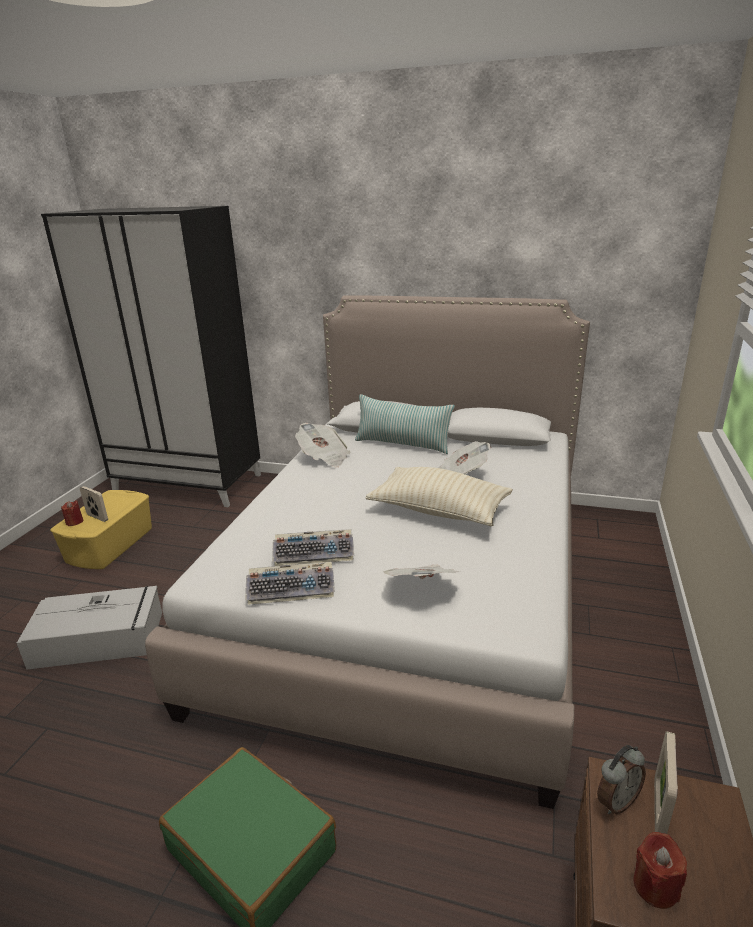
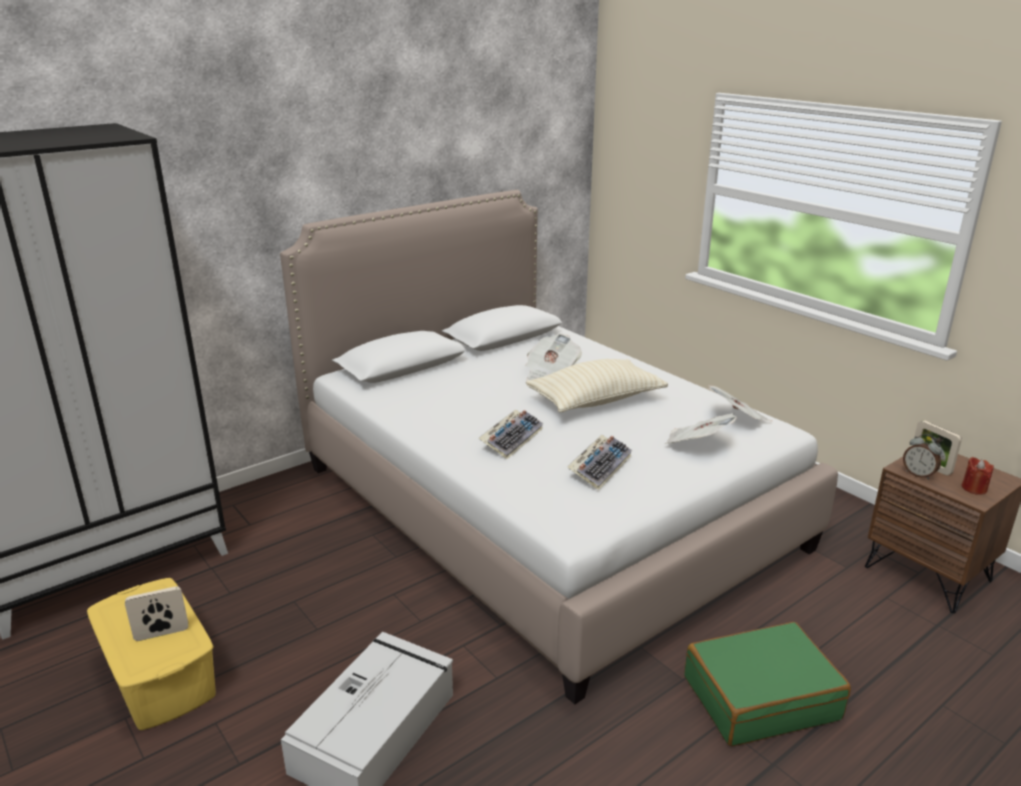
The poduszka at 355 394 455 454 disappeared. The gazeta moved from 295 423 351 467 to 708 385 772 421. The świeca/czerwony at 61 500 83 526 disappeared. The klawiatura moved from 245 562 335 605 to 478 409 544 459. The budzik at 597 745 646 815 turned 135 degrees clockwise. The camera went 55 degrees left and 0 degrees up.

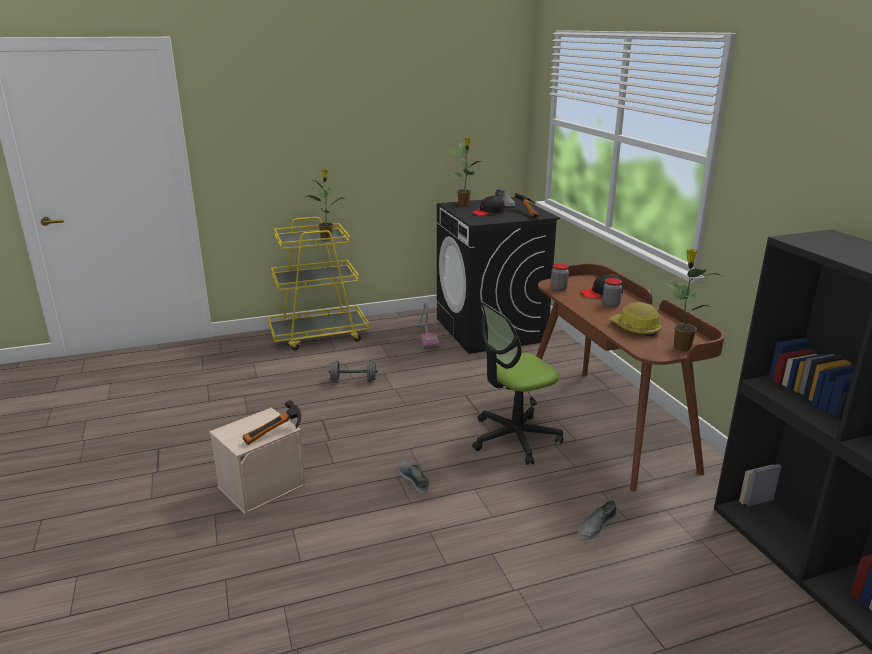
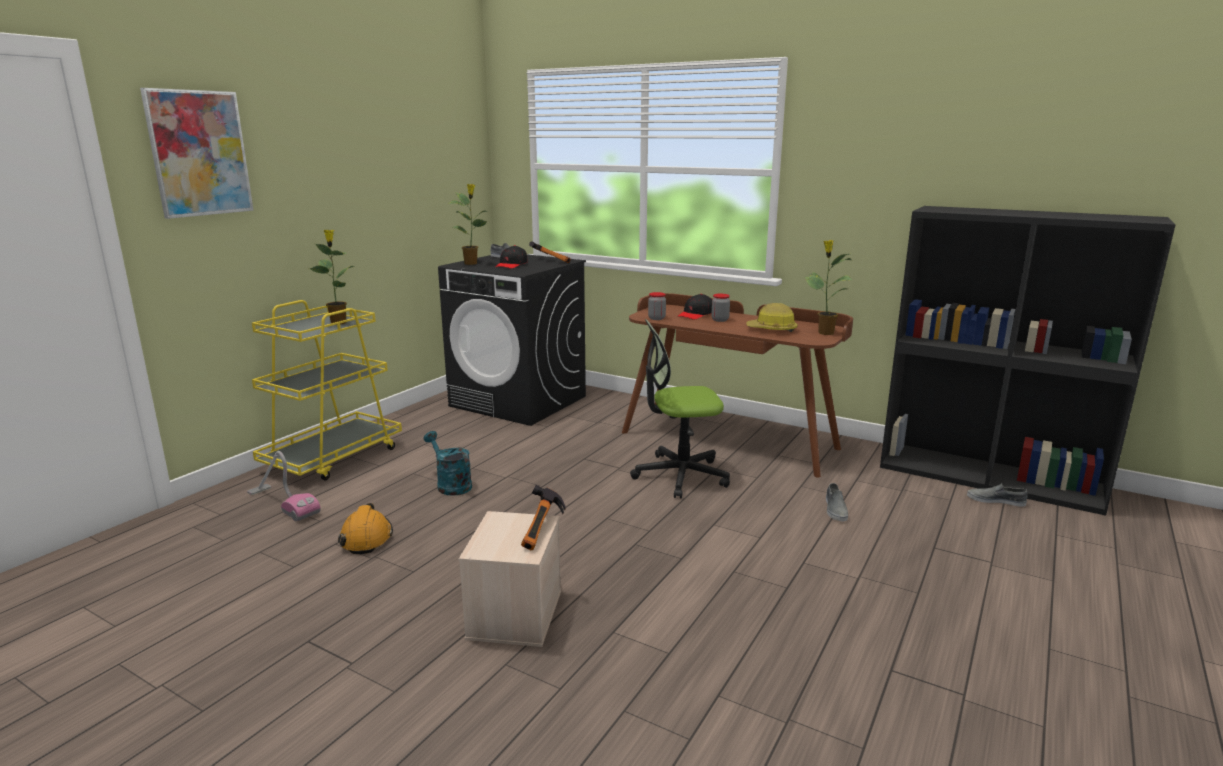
The krzesło biurowe at 472 301 563 465 turned 60 degrees clockwise. The odkurzacz moved from 413 302 439 349 to 247 451 321 522. The hantel/szary at 329 360 377 383 was replaced by the konewka/turkusowy at 424 431 472 496. The but/szary moved from 399 461 429 493 to 967 483 1027 507. The obraz at 140 88 254 219 appeared. The kask/pomarańczowy at 338 503 393 554 appeared. The camera went 40 degrees left and 5 degrees down.

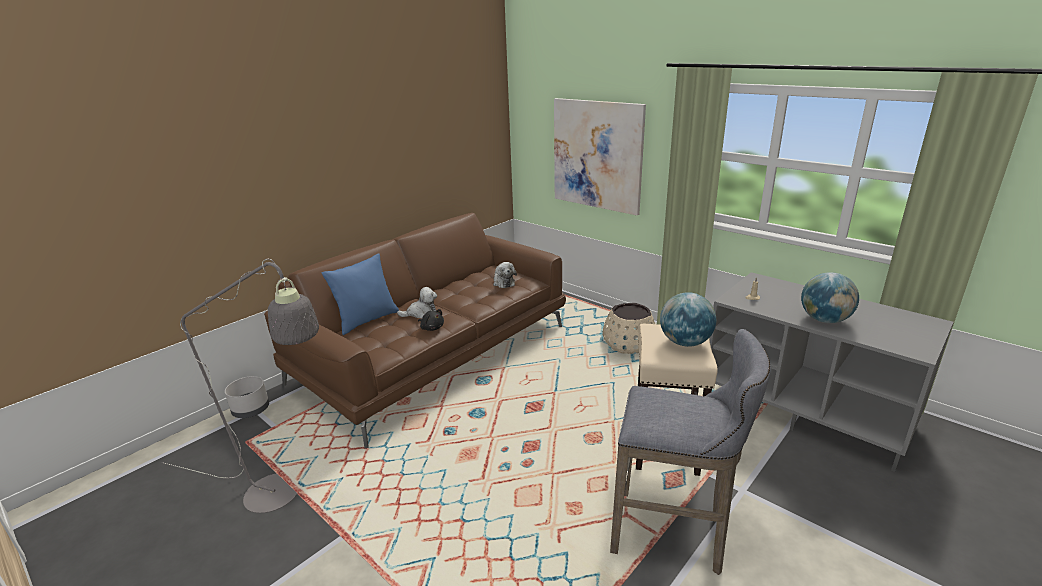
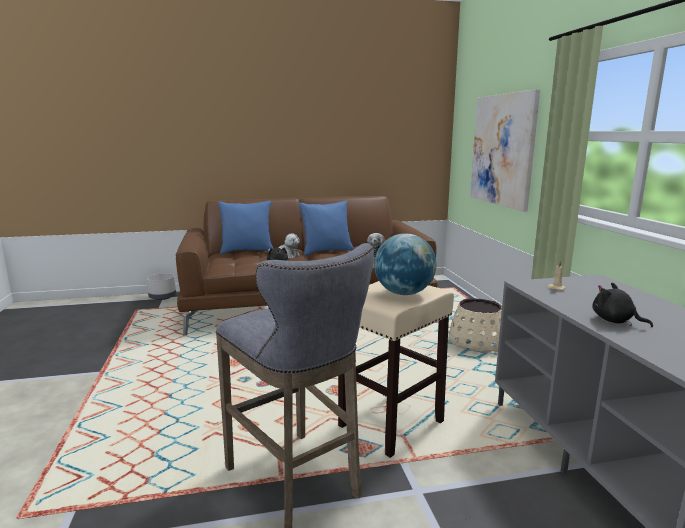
The lampa stojąca/szary at 162 259 319 513 disappeared. The globus at 801 272 859 323 was replaced by the pluszak/czarny at 592 283 653 327. The poduszka/niebieski at 299 201 354 255 appeared. The camera went 35 degrees right and 10 degrees down.

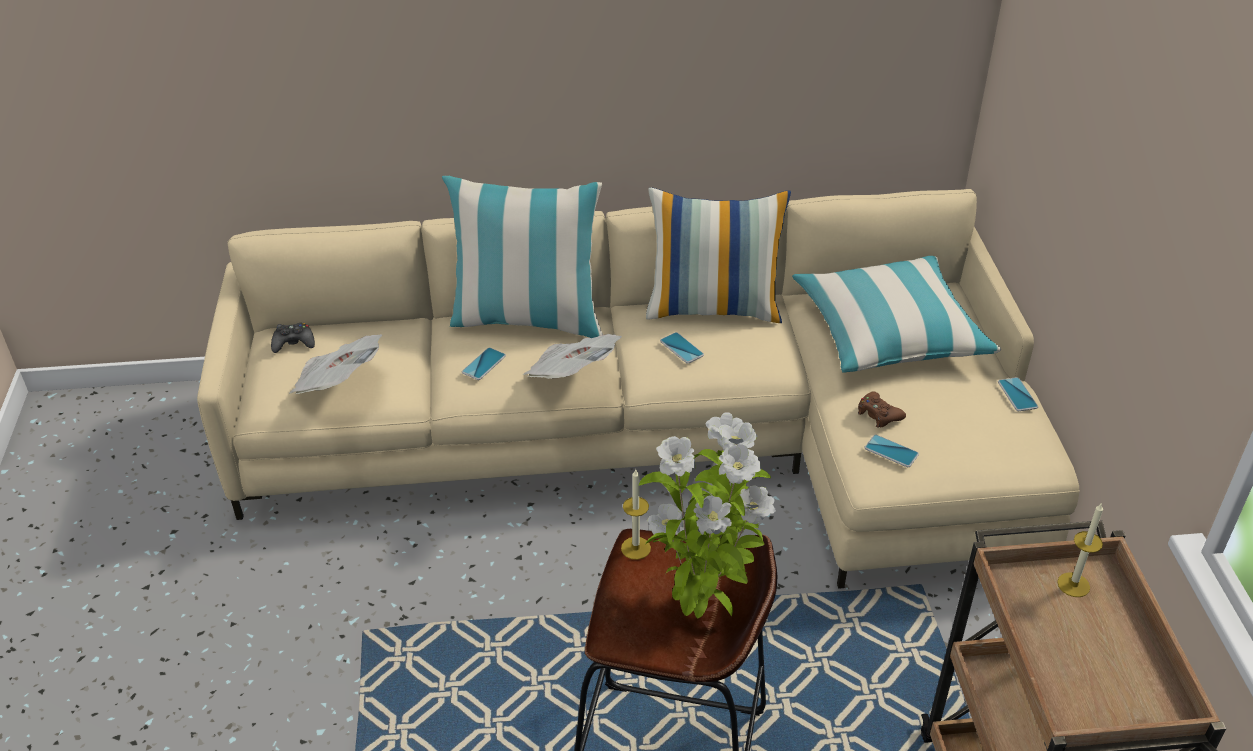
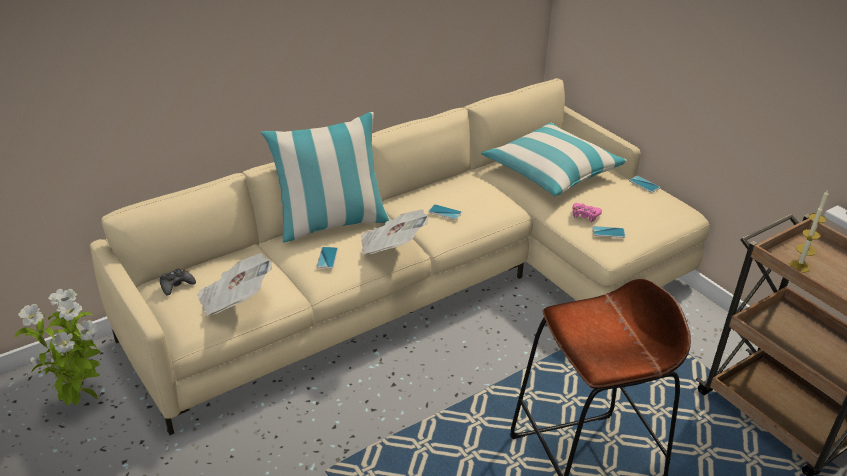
The poduszka at 646 187 791 323 disappeared. The pad do gier/brązowy at 858 391 906 428 became the pad do gier/różowy at 573 203 602 222. The roślina doniczkowa moved from 639 412 776 618 to 14 289 101 405. The świeca moved from 621 470 651 560 to 790 205 822 273. The camera went 30 degrees left and 5 degrees down.

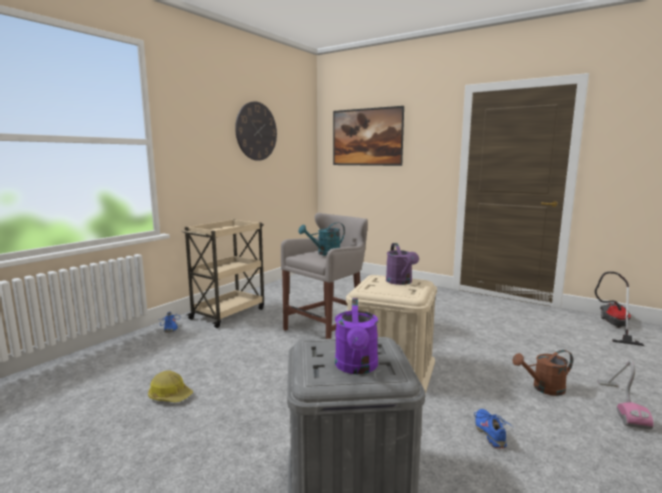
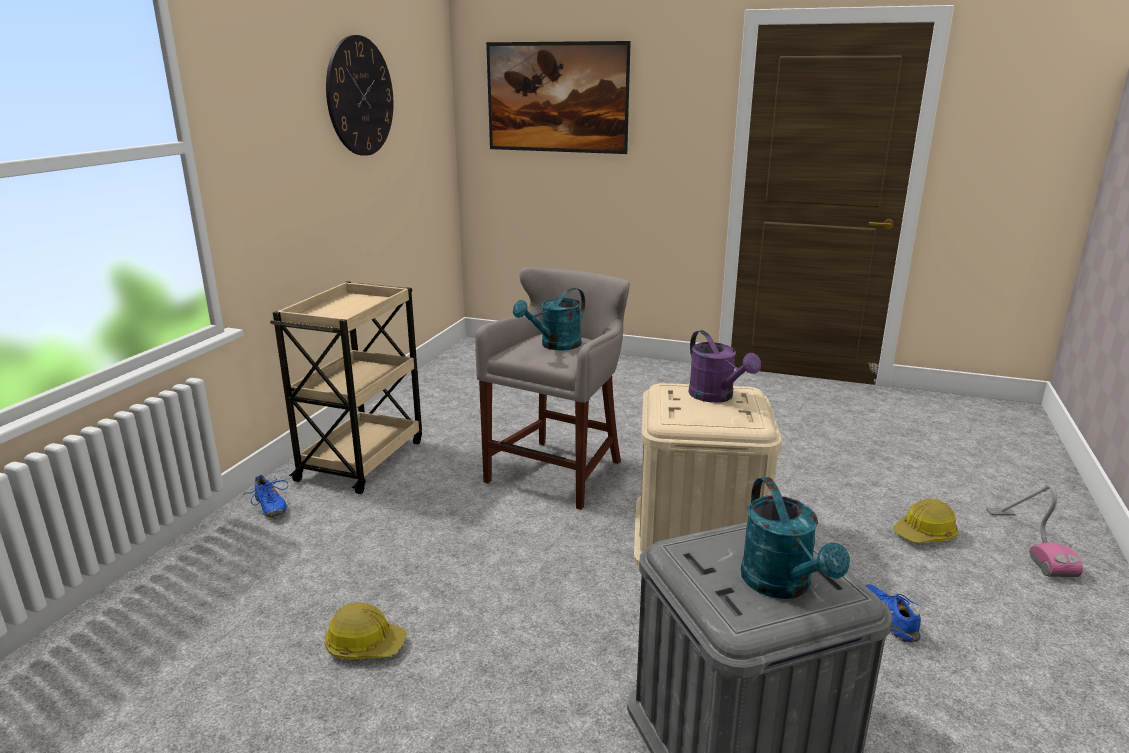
The odkurzacz at 595 272 644 346 disappeared. The konewka/fioletowy at 335 298 378 374 became the konewka/turkusowy at 741 477 850 599. The konewka/brązowy at 512 350 573 396 was replaced by the kask at 893 499 958 543. The camera went 15 degrees left and 10 degrees up.

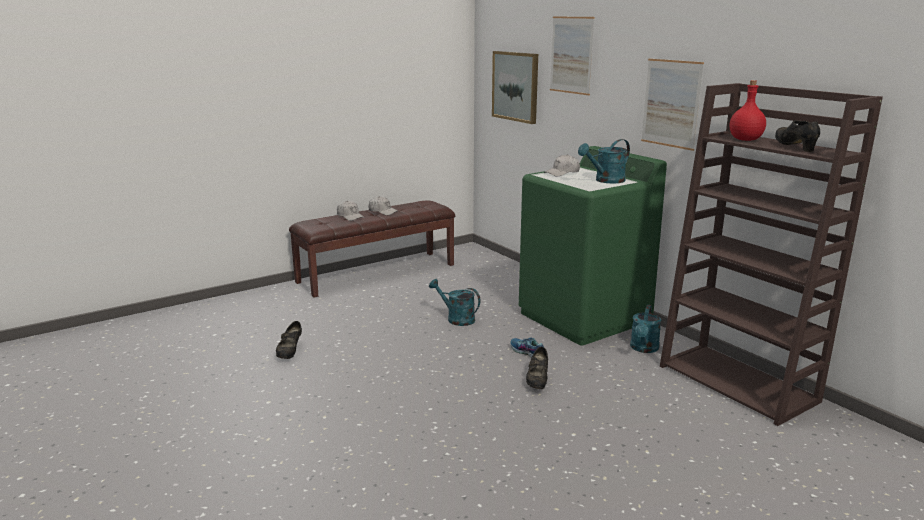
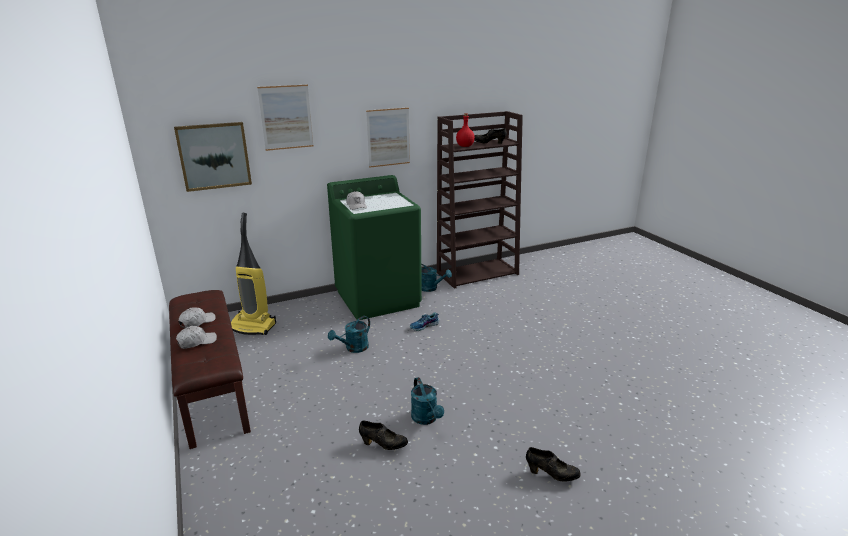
The konewka/turkusowy moved from 578 139 630 183 to 411 377 444 425. The but/czarny moved from 526 347 548 389 to 526 447 581 481. The odkurzacz at 231 213 276 335 appeared. The camera went 80 degrees left and 5 degrees up.

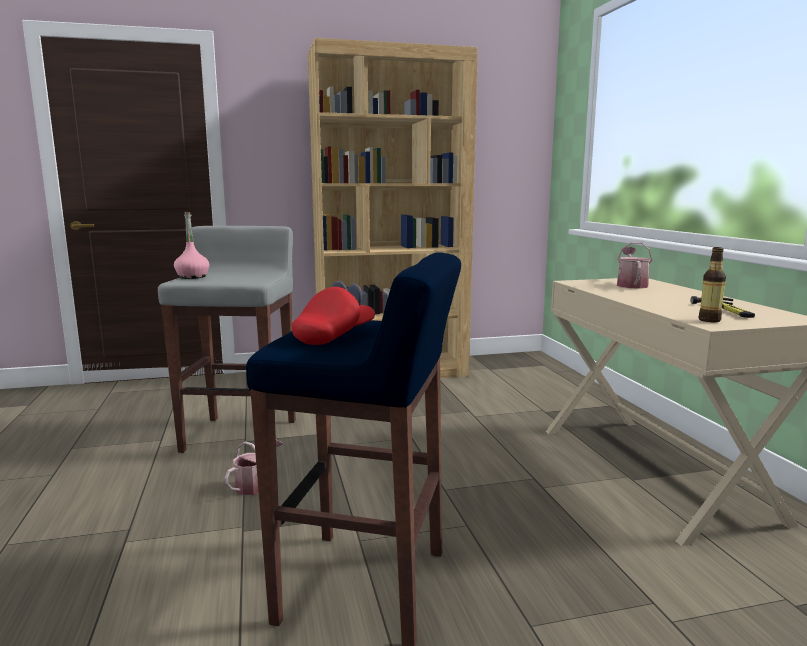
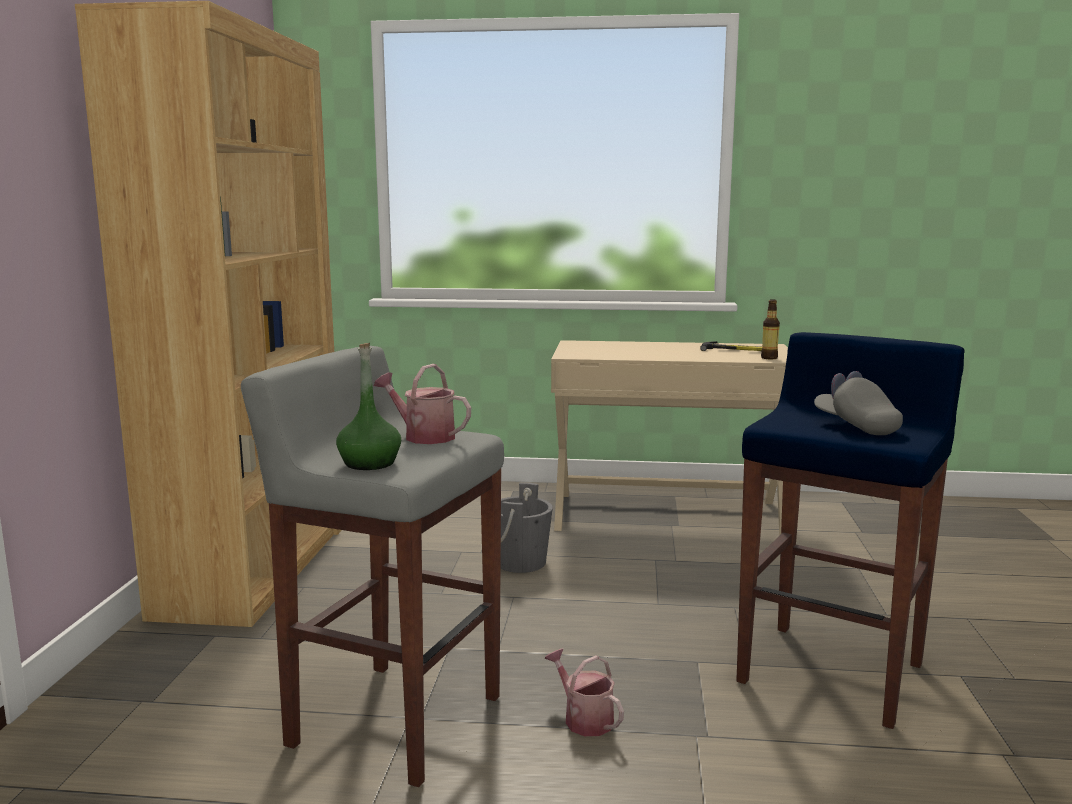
The butelka/różowy at 174 212 209 279 became the butelka/zielony at 336 343 401 470. The konewka moved from 617 242 653 289 to 373 364 471 444. The czapka z daszkiem/czerwony at 292 281 375 345 became the czapka z daszkiem/szary at 814 371 903 435. The wiadro/szary at 501 482 553 573 appeared. The camera went 70 degrees left and 0 degrees up.

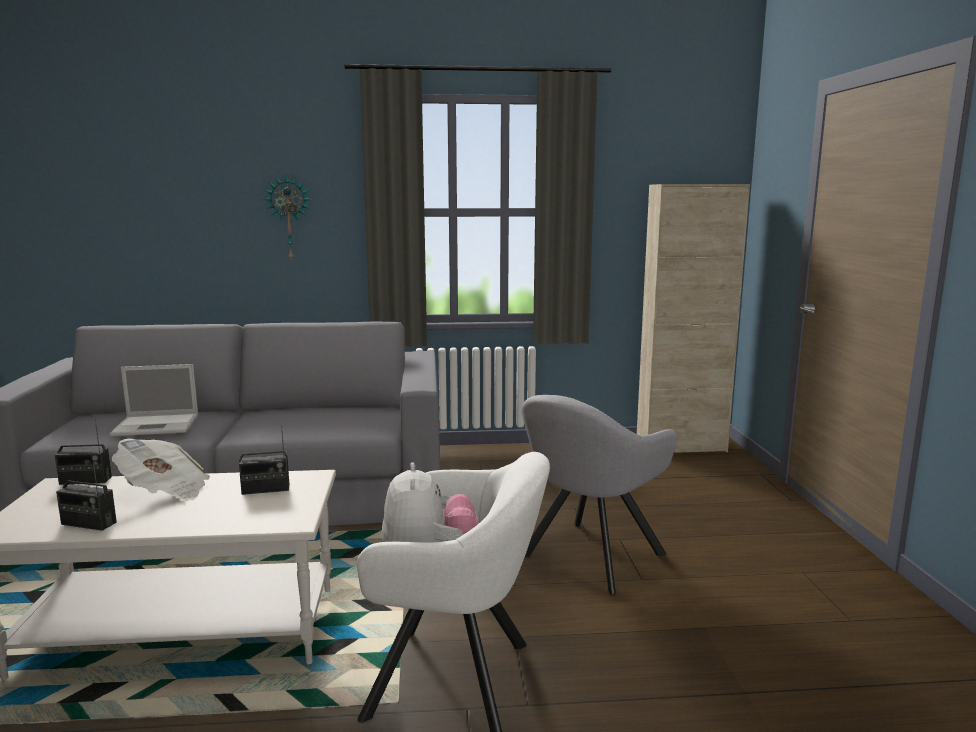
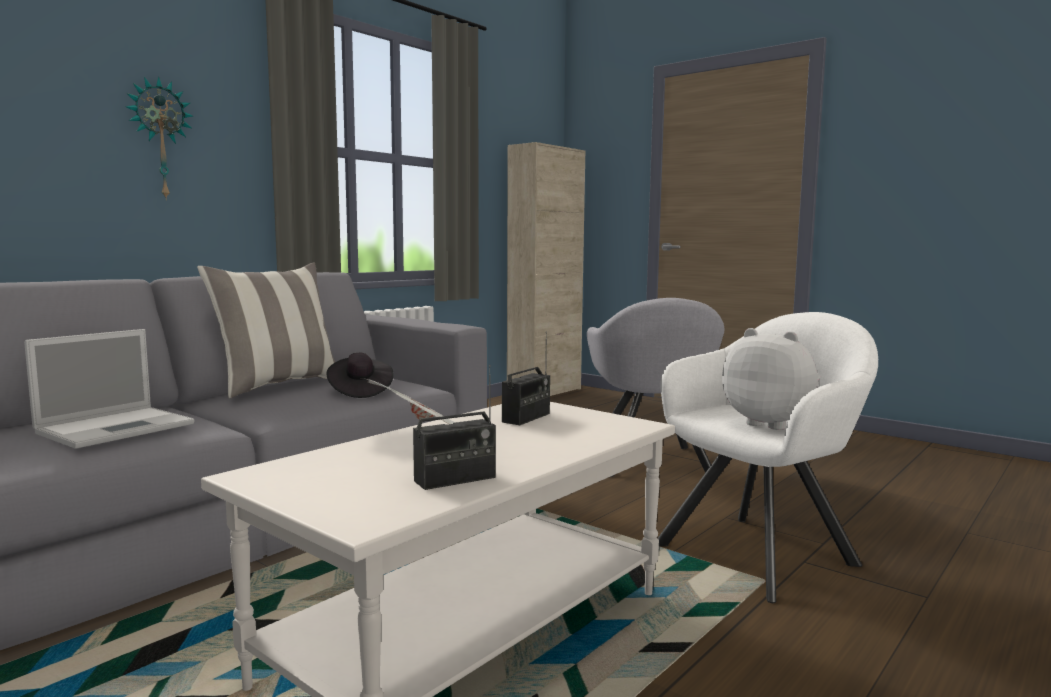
The radio at 55 419 112 485 disappeared. The poduszka at 197 263 335 398 appeared. The kapelusz/czarny at 327 353 394 398 appeared. The camera went 45 degrees left and 5 degrees down.

